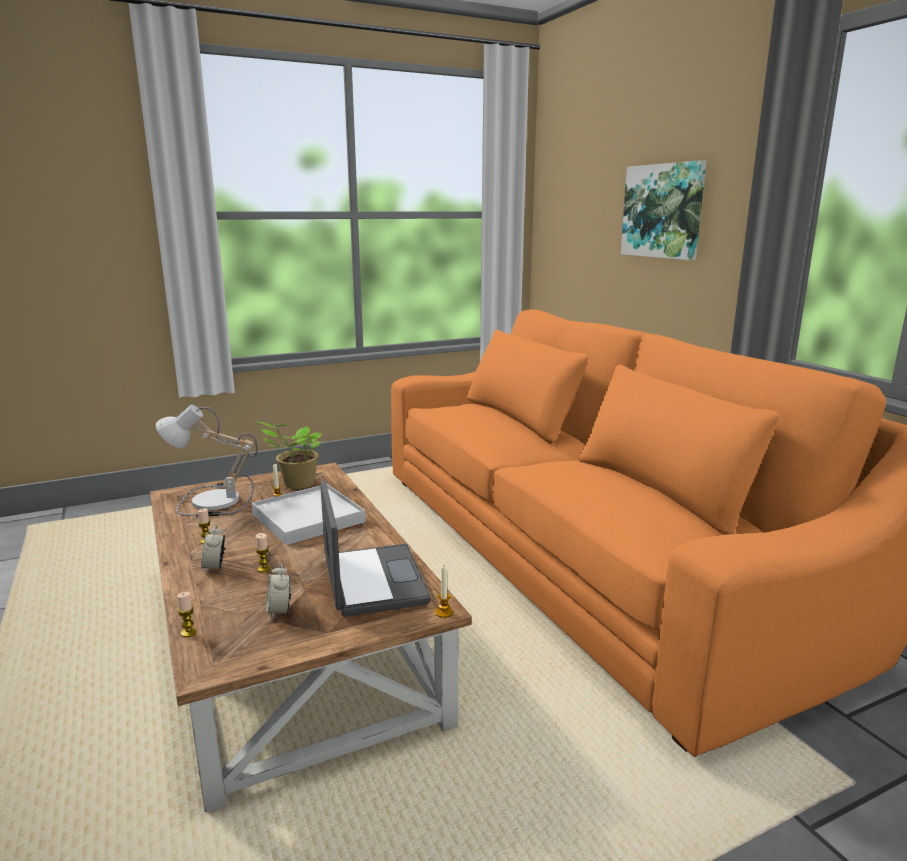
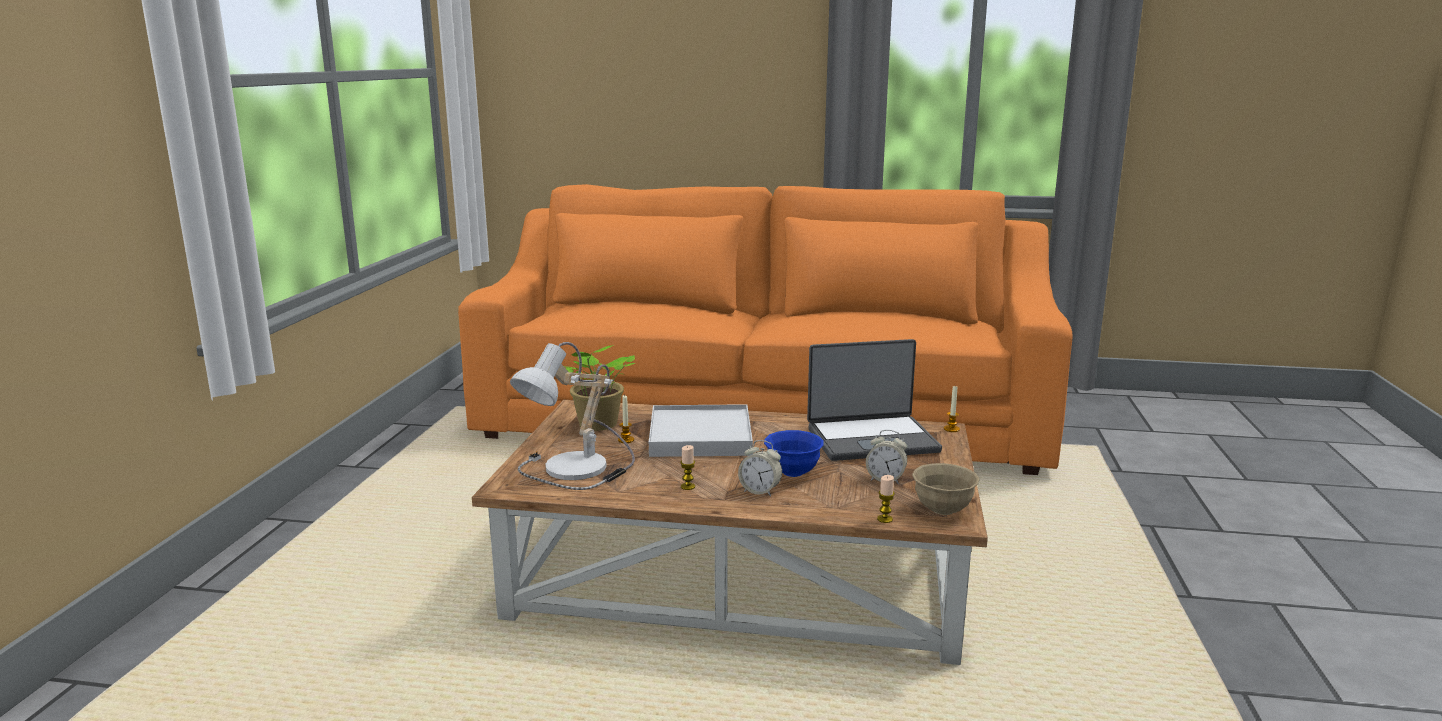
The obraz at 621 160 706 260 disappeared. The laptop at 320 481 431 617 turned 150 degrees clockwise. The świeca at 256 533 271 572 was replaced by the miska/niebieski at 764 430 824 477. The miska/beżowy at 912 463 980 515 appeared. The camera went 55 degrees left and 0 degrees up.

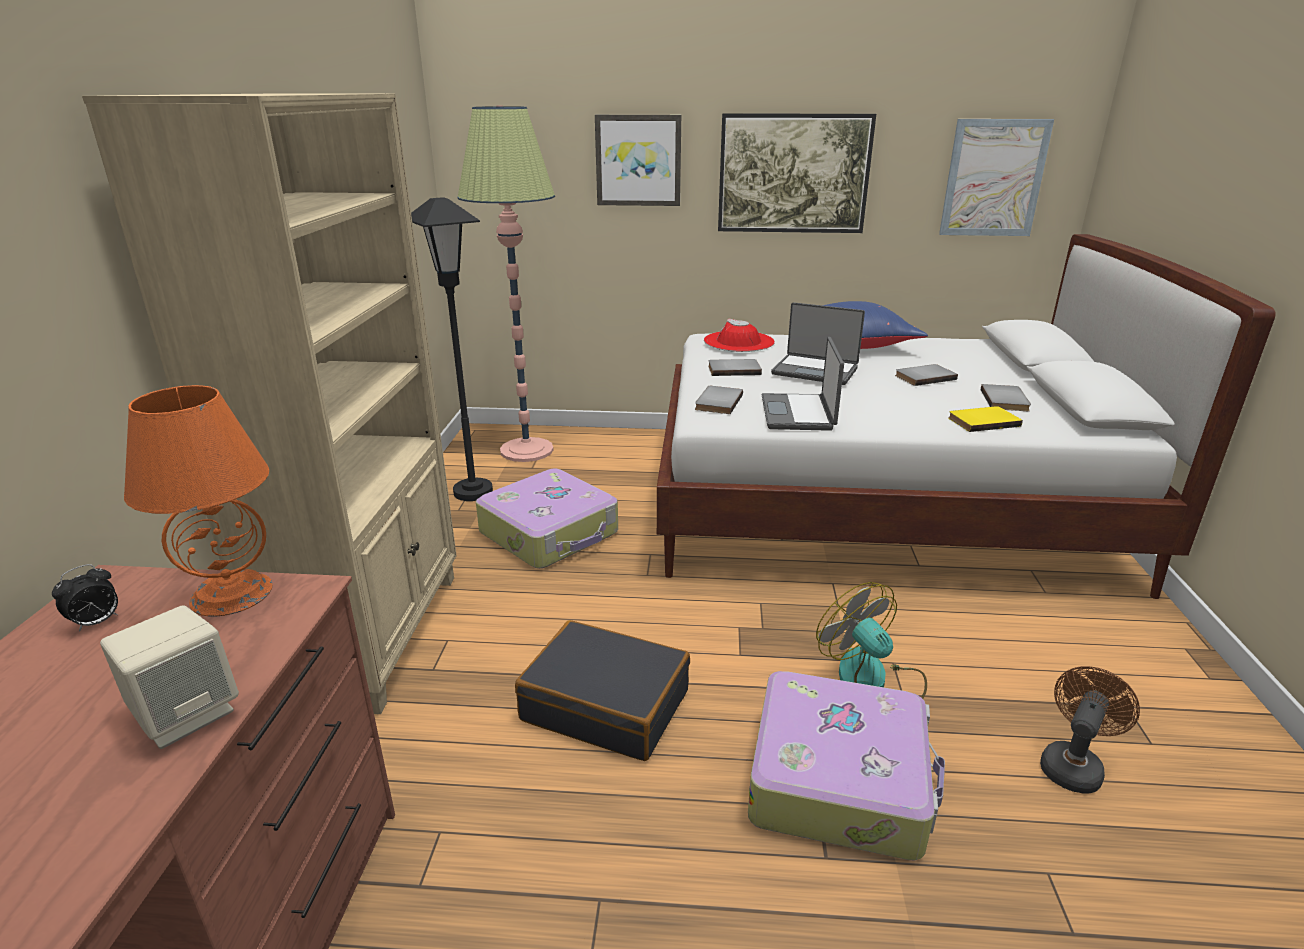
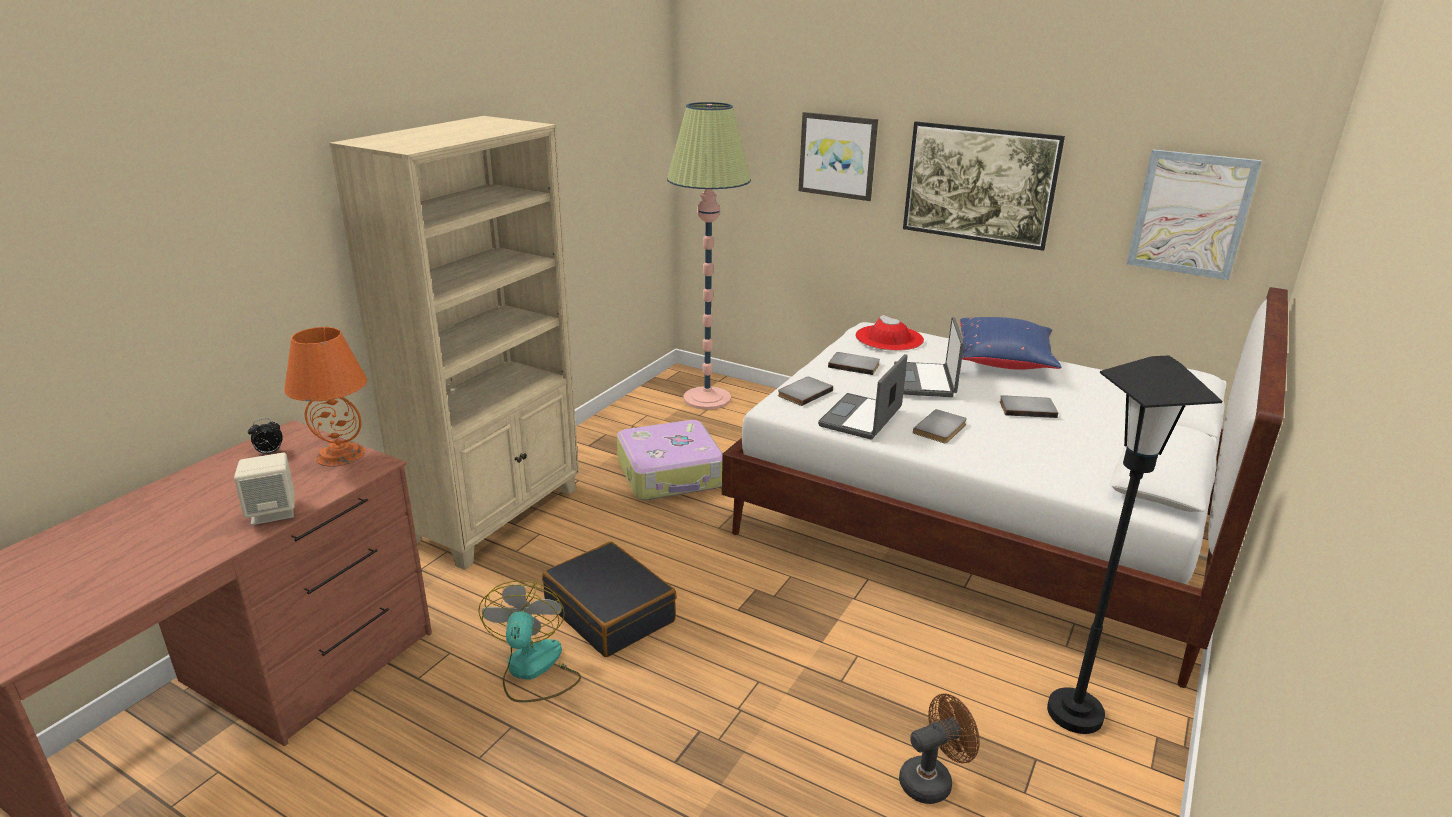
The lampa stojąca/czarny moved from 411 197 493 501 to 1047 355 1222 734. The laptop at 771 302 865 385 turned 45 degrees clockwise. The książka/szary moved from 981 384 1031 411 to 913 409 967 443. The książka/żółty at 948 406 1023 432 disappeared. The wentylator moved from 816 582 927 699 to 478 580 581 703. The walizka at 748 671 945 860 disappeared. The camera went 25 degrees right and 0 degrees up.

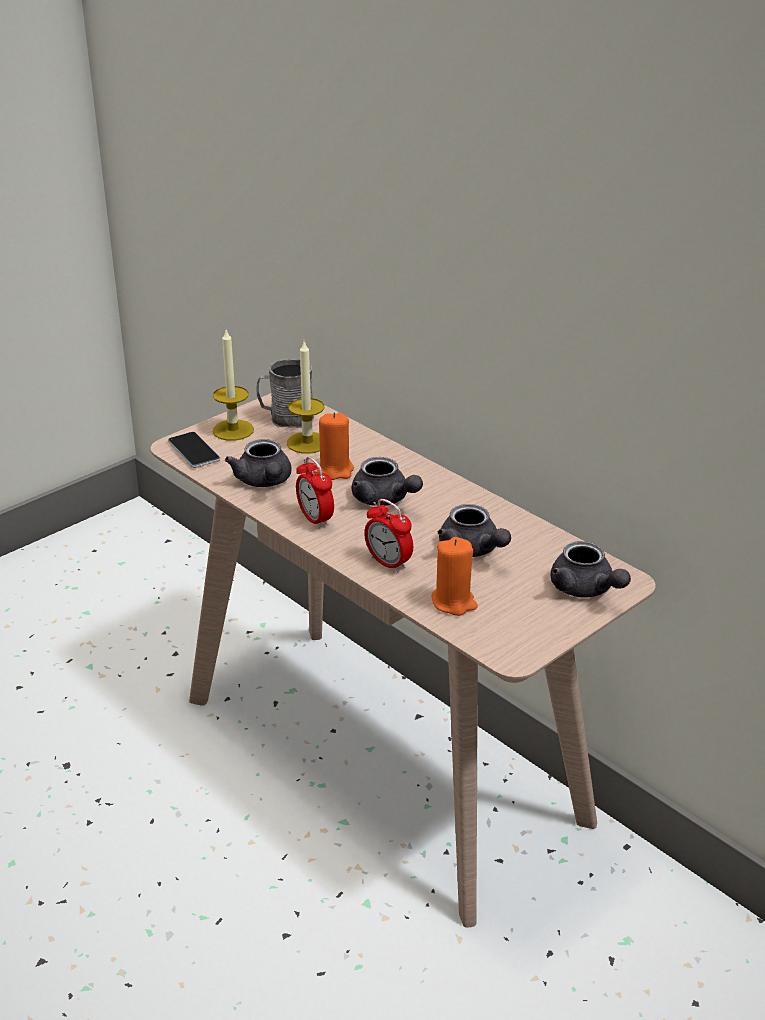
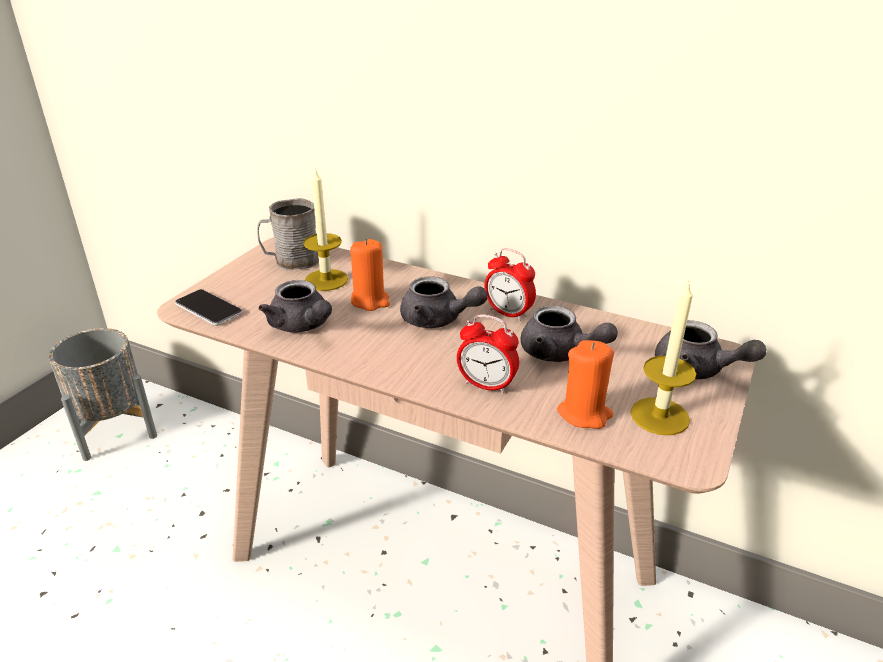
The świeca moved from 212 330 254 441 to 631 280 696 435. The budzik moved from 296 457 334 529 to 484 248 536 321. The donica/szary at 49 328 157 461 appeared. The camera went 20 degrees left and 0 degrees up.

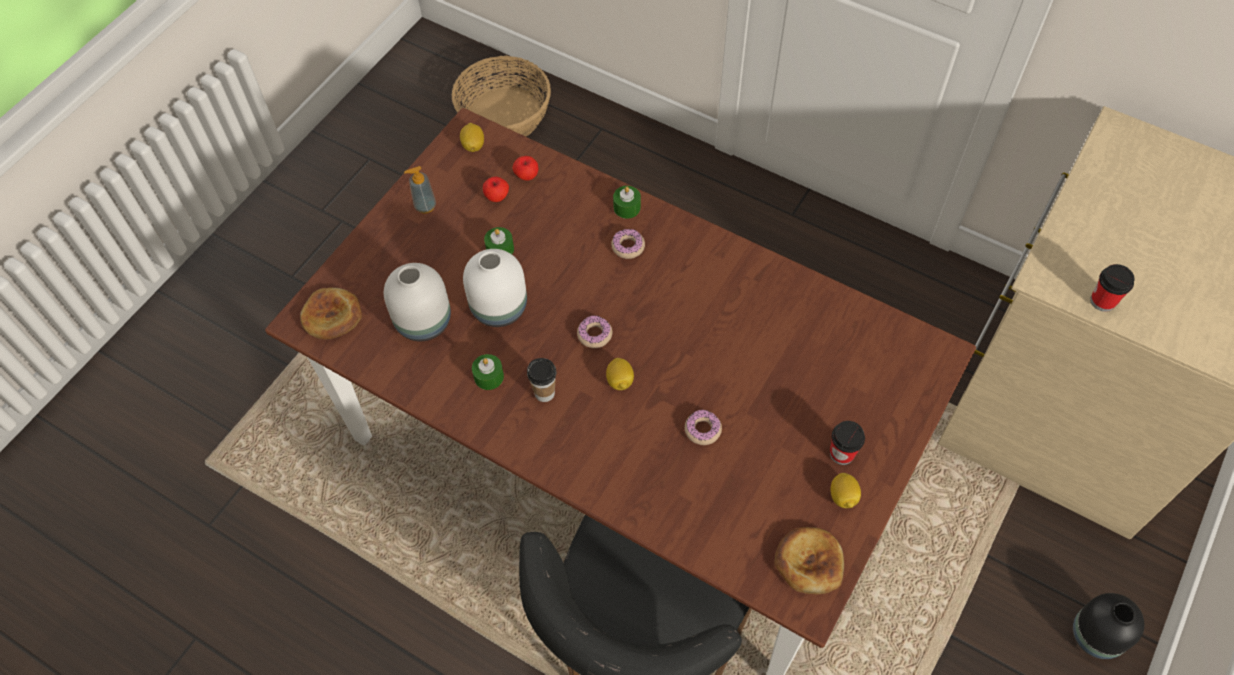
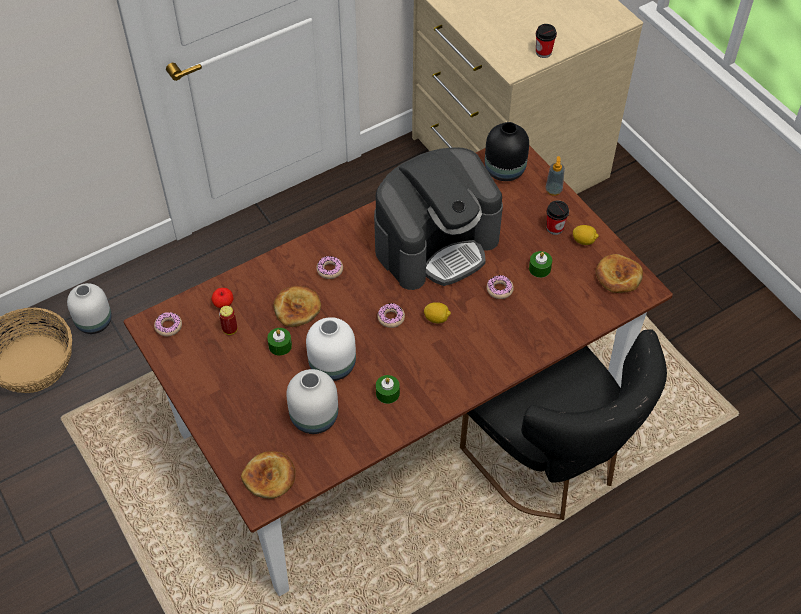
The cytryna at 460 123 484 152 was replaced by the donut at 154 312 182 336. The dozownik mydła moved from 404 166 436 214 to 545 156 565 196. The jabłko at 483 177 509 202 was replaced by the puszka at 219 306 237 335. The świeca/zielony moved from 613 186 641 219 to 529 251 552 278. The filiżanka at 527 358 556 402 disappeared. The wazon/czarny moved from 1073 593 1144 659 to 485 122 529 181. The ekspres do kawy at 374 147 503 290 appeared. The wazon/biały at 67 283 112 334 appeared. The chleb at 273 286 321 327 appeared. The camera went 65 degrees left and 5 degrees down.

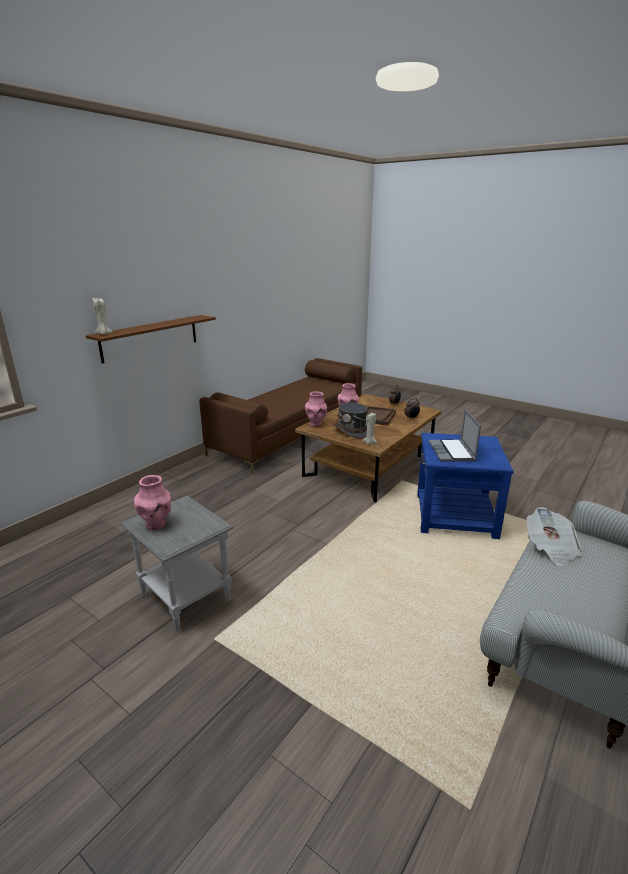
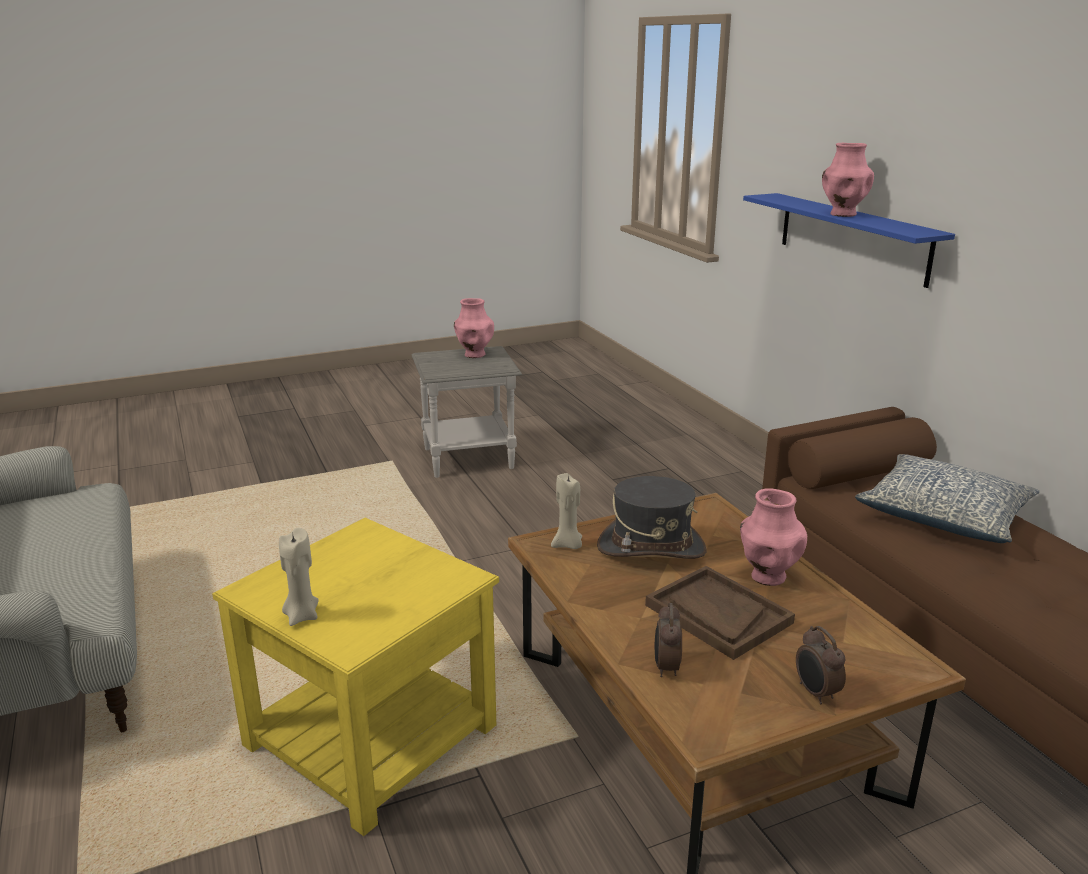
The świeca/beżowy moved from 92 298 113 335 to 279 528 318 626. The półka/brązowy at 86 315 216 364 became the półka/niebieski at 743 193 955 288. The wazon/różowy moved from 305 391 327 427 to 822 143 874 217. The laptop at 429 409 481 462 disappeared. The stolik/niebieski at 417 433 514 539 became the stolik/żółty at 212 518 499 836. The gazeta at 527 507 582 566 disappeared. The poduszka at 855 454 1040 543 appeared. The camera went 120 degrees right and 0 degrees up.

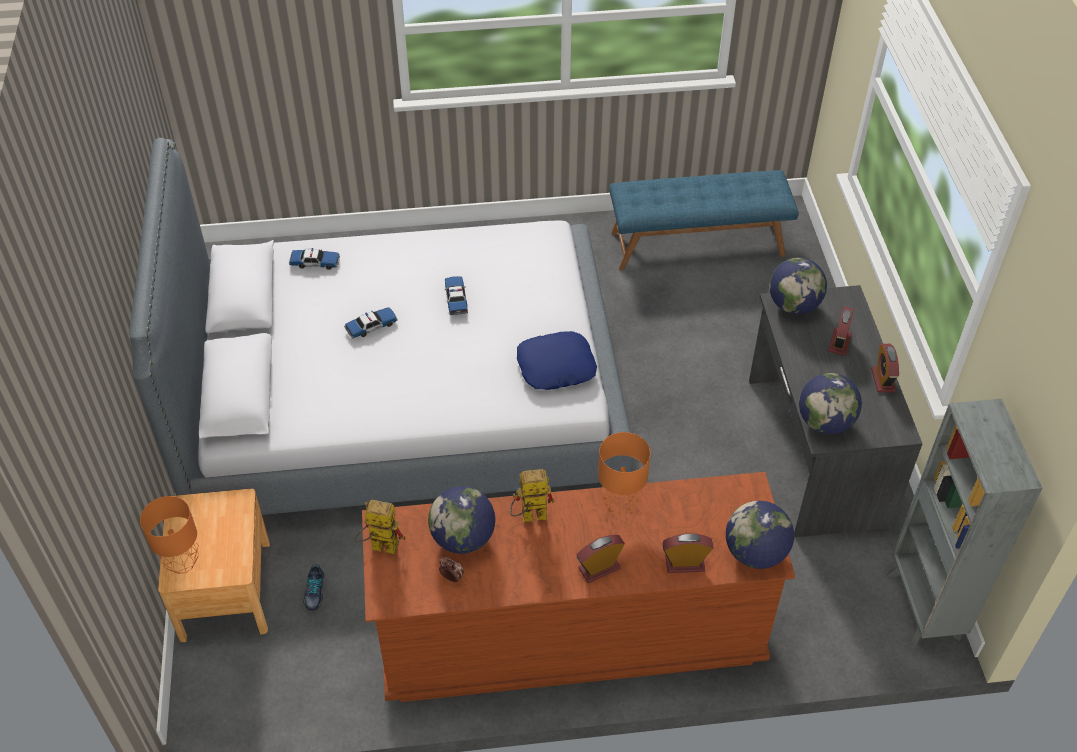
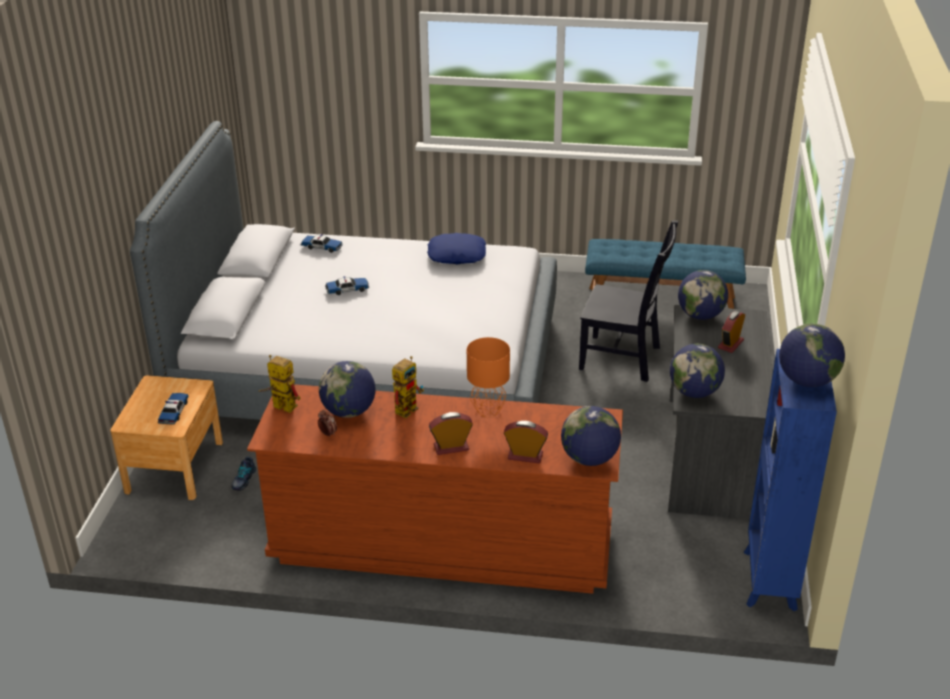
The samochodzik moved from 445 276 468 315 to 158 393 189 424. The poduszka/niebieski moved from 517 331 597 390 to 427 233 486 264. The budzik at 871 344 899 392 disappeared. The regał/szary at 887 399 1043 646 became the regał/niebieski at 743 349 837 612. The robot zabawkowy at 510 469 554 522 turned 120 degrees clockwise. The lampa stołowa/pomarańczowy at 140 496 199 574 disappeared. The krzesło/czarny at 579 221 678 382 appeared. The globus at 779 324 845 387 appeared. The camera went 15 degrees right and 15 degrees down.

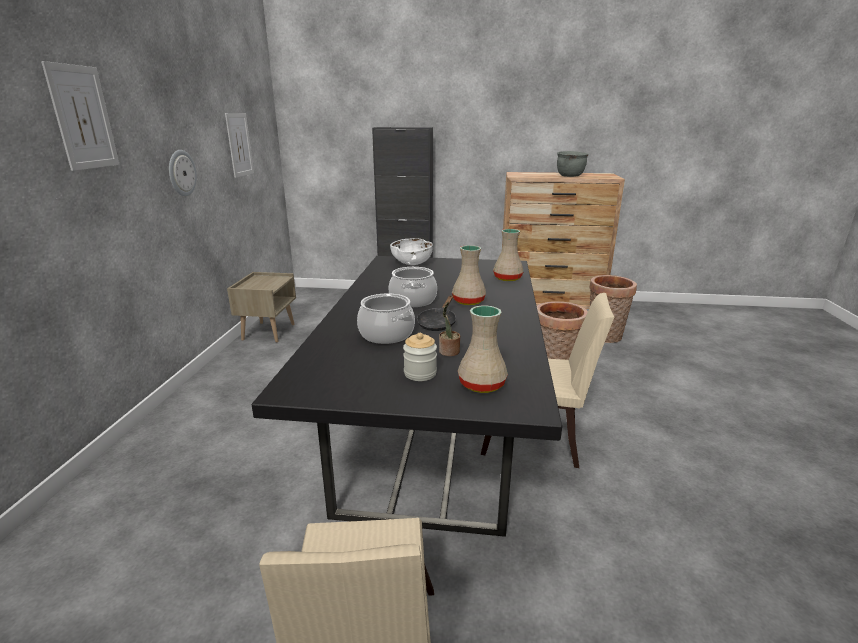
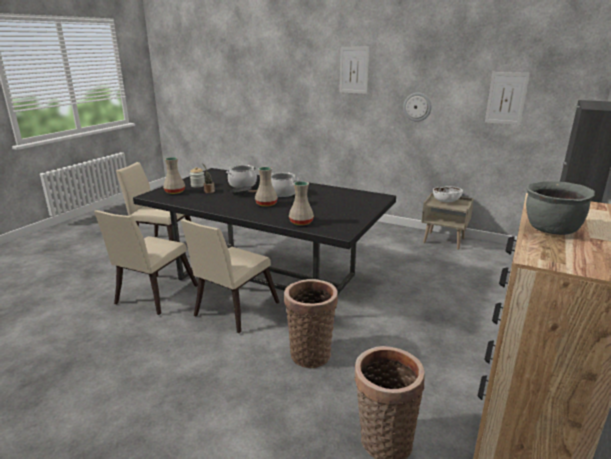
The miska/biały moved from 390 238 433 265 to 433 186 463 202. The krzesło/beżowy at 94 210 198 315 appeared. The camera went 110 degrees right and 0 degrees up.

